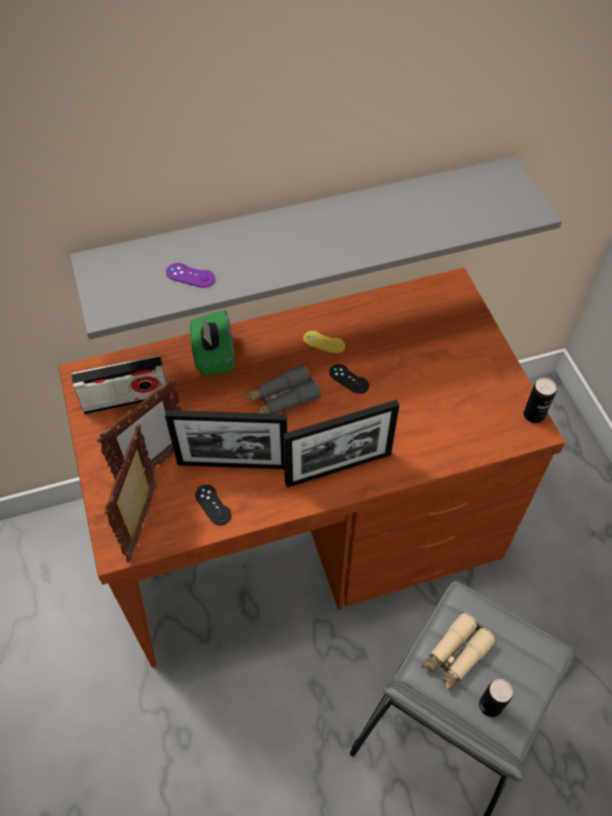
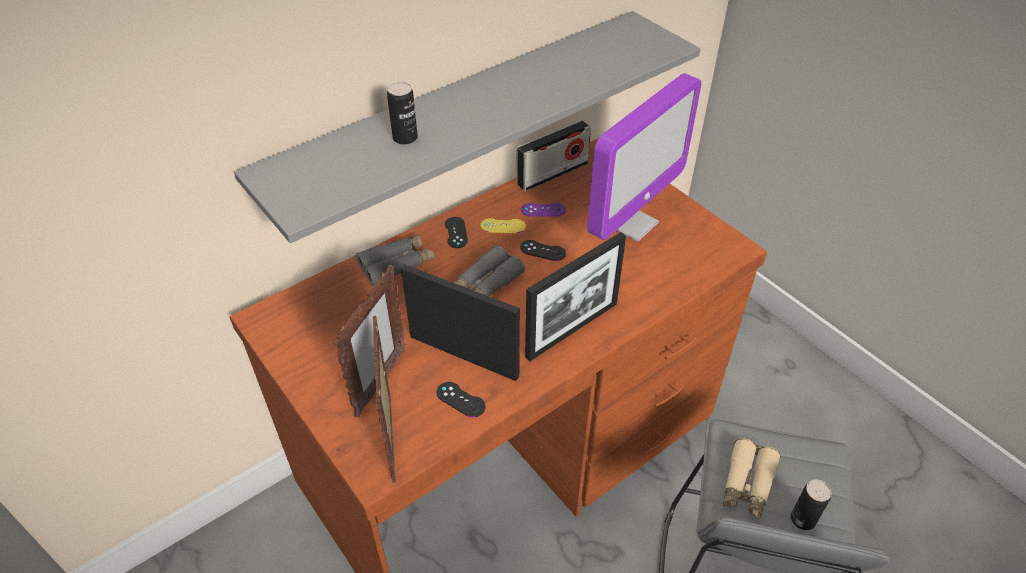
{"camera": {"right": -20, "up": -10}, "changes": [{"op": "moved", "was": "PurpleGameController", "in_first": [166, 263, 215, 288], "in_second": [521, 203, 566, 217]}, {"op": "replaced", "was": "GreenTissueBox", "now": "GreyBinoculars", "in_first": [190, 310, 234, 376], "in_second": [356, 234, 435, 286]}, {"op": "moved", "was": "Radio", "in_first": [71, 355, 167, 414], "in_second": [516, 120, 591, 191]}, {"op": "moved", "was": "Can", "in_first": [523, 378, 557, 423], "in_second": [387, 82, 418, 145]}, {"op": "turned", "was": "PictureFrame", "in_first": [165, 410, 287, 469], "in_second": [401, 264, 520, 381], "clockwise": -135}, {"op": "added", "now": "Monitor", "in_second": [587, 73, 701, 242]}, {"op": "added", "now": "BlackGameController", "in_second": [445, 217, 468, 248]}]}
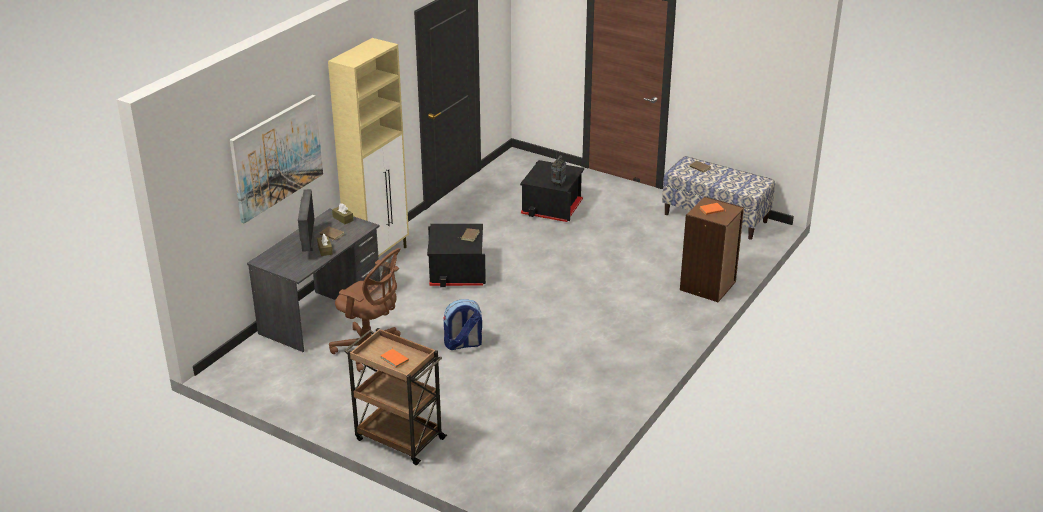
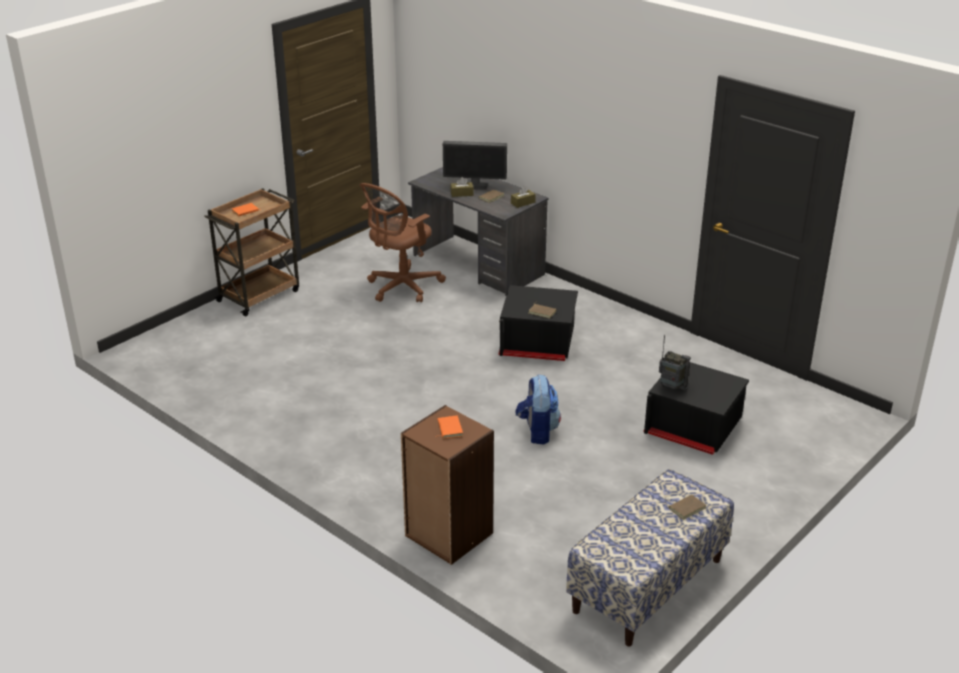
{"camera": {"right": 100, "up": 0}, "changes": [{"op": "removed", "was": "BeigeCabinet", "in_first": [328, 38, 409, 256]}, {"op": "removed", "was": "Picture", "in_first": [230, 95, 323, 224]}, {"op": "moved", "was": "Backpack", "in_first": [443, 299, 482, 350], "in_second": [515, 375, 561, 445]}]}
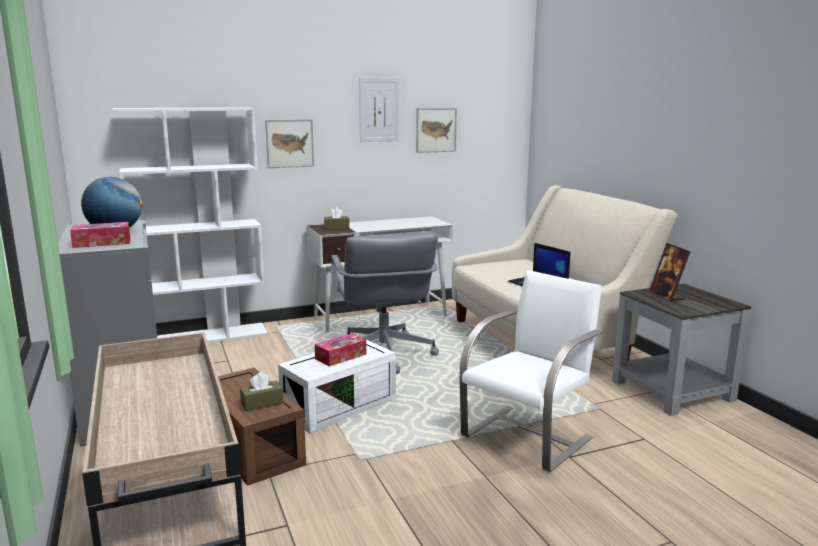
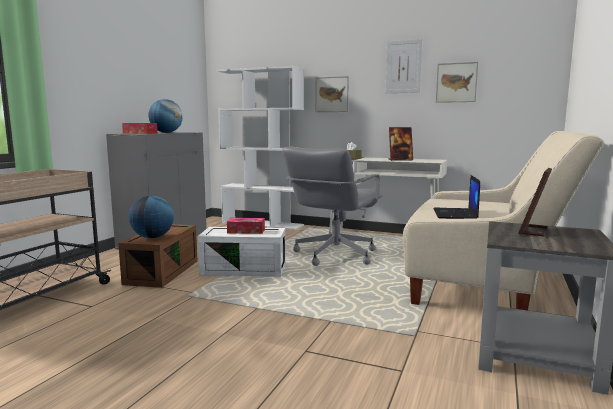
{"camera": {"right": 45, "up": -5}, "changes": [{"op": "removed", "was": "WhiteChair", "in_first": [460, 270, 603, 472]}, {"op": "replaced", "was": "BrownTissueBox", "now": "Globe", "in_first": [240, 372, 283, 411], "in_second": [129, 196, 174, 238]}, {"op": "added", "now": "PictureFrame", "in_second": [389, 127, 413, 161]}]}
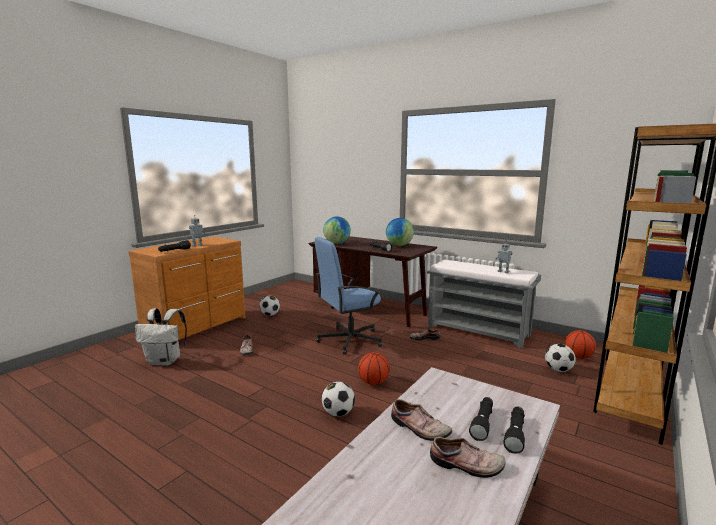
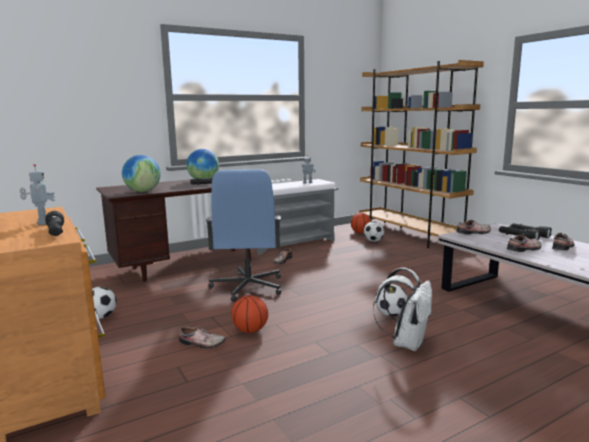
{"camera": {"right": -65, "up": 0}, "changes": [{"op": "moved", "was": "WhiteBackpack", "in_first": [135, 308, 187, 366], "in_second": [373, 267, 432, 351]}, {"op": "moved", "was": "Basketball", "in_first": [358, 352, 389, 385], "in_second": [231, 295, 268, 333]}, {"op": "added", "now": "Shoe", "in_second": [456, 220, 491, 235]}]}
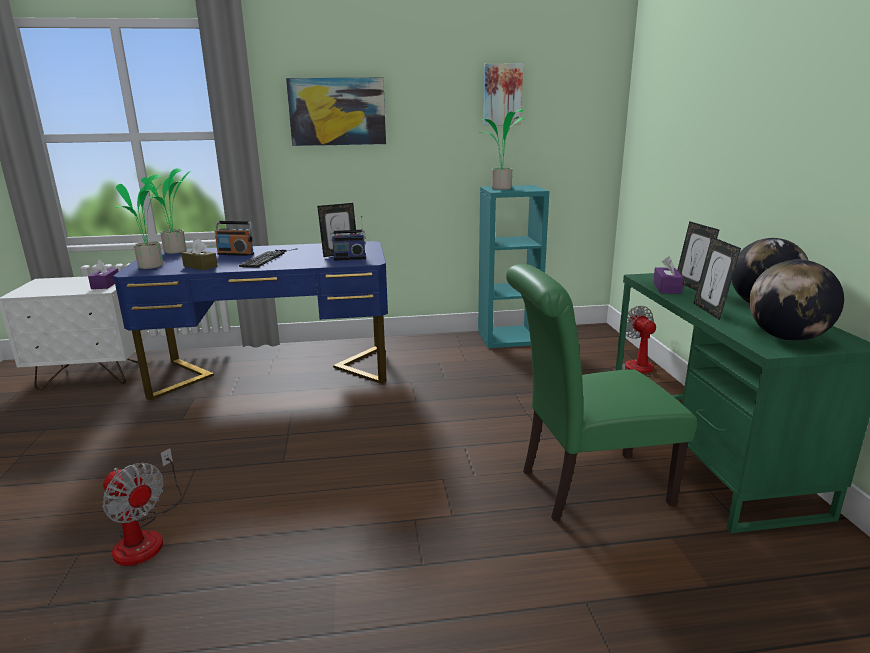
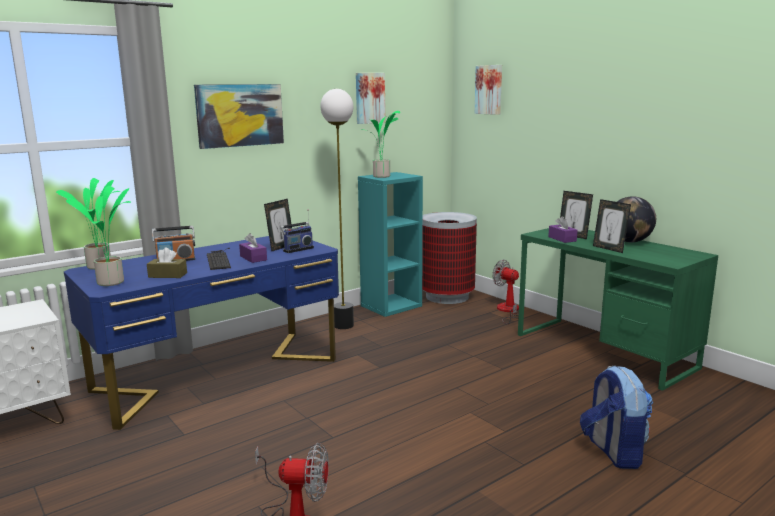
{"camera": {"right": -30, "up": -5}, "changes": [{"op": "moved", "was": "PurpleTissueBox", "in_first": [88, 260, 119, 289], "in_second": [239, 233, 267, 263]}, {"op": "removed", "was": "Globe", "in_first": [749, 260, 844, 341]}, {"op": "removed", "was": "GreenChair", "in_first": [506, 264, 697, 521]}, {"op": "added", "now": "Picture", "in_second": [475, 65, 502, 115]}, {"op": "added", "now": "FloorLamp", "in_second": [320, 89, 354, 329]}, {"op": "added", "now": "TrashCan", "in_second": [422, 212, 477, 304]}, {"op": "added", "now": "Backpack", "in_second": [580, 365, 653, 469]}]}
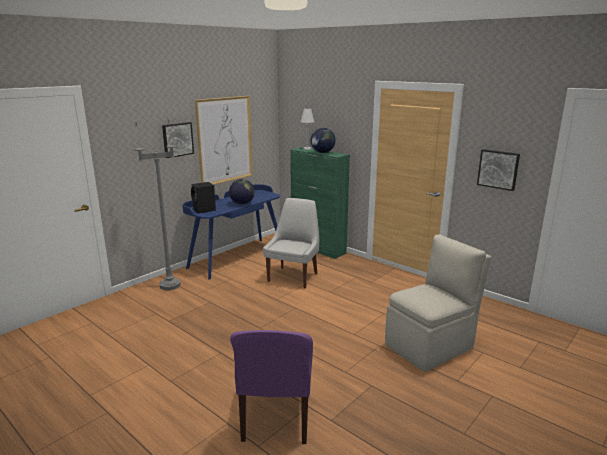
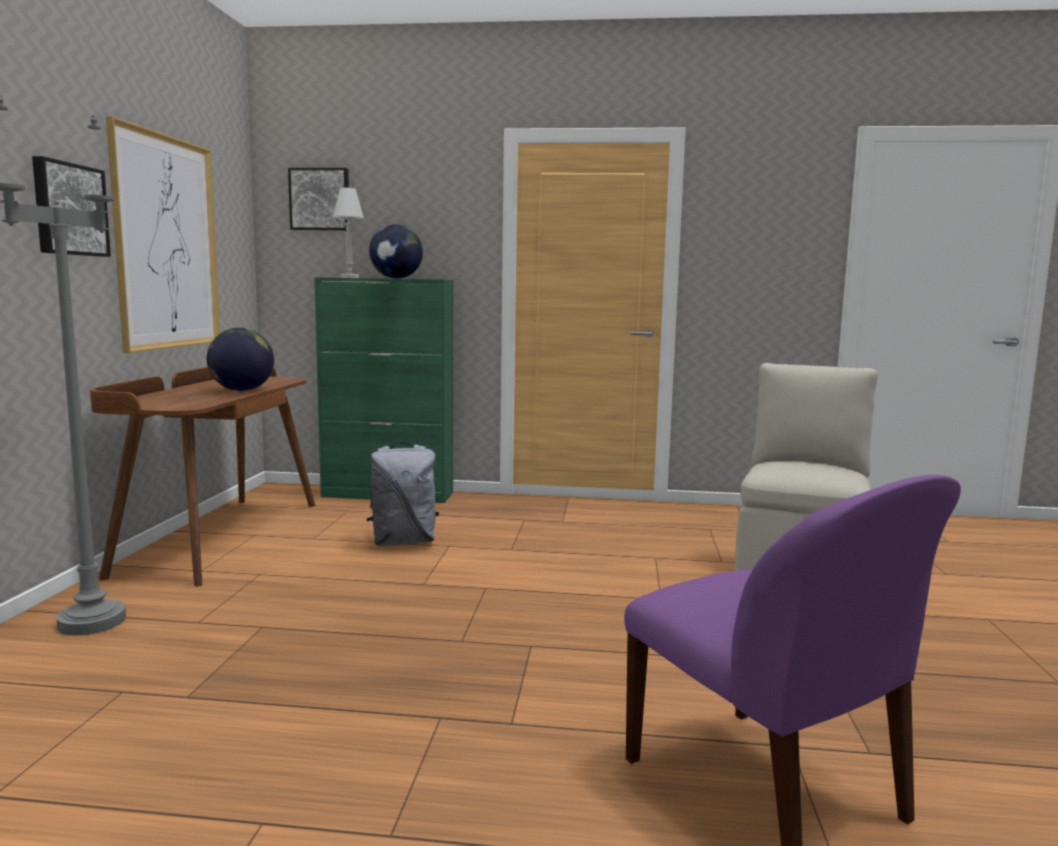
{"camera": {"right": -35, "up": -10}, "changes": [{"op": "moved", "was": "Picture", "in_first": [477, 149, 520, 191], "in_second": [288, 168, 349, 230]}, {"op": "removed", "was": "BlackSpeaker", "in_first": [191, 182, 216, 213]}, {"op": "recoloured", "was": "BlueDesk", "now": "BrownDesk", "in_first": [182, 184, 280, 279], "in_second": [90, 367, 316, 587]}, {"op": "replaced", "was": "WhiteChair", "now": "GreyBackpack", "in_first": [263, 198, 319, 288], "in_second": [367, 442, 439, 546]}]}
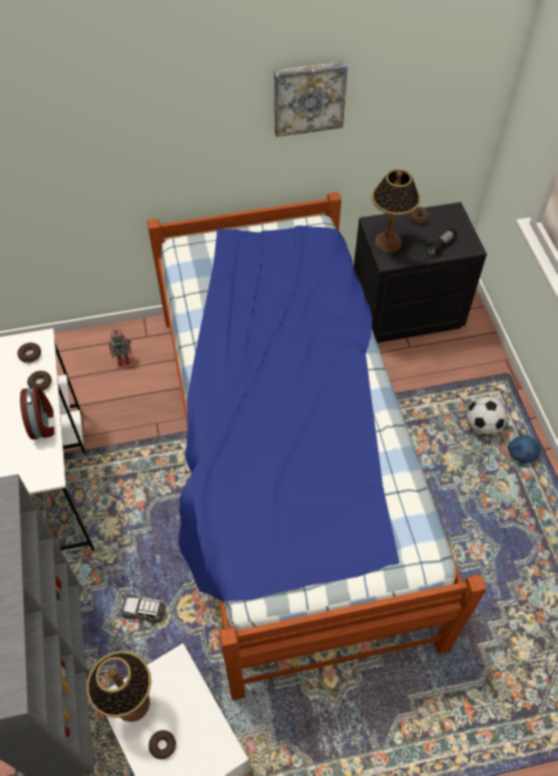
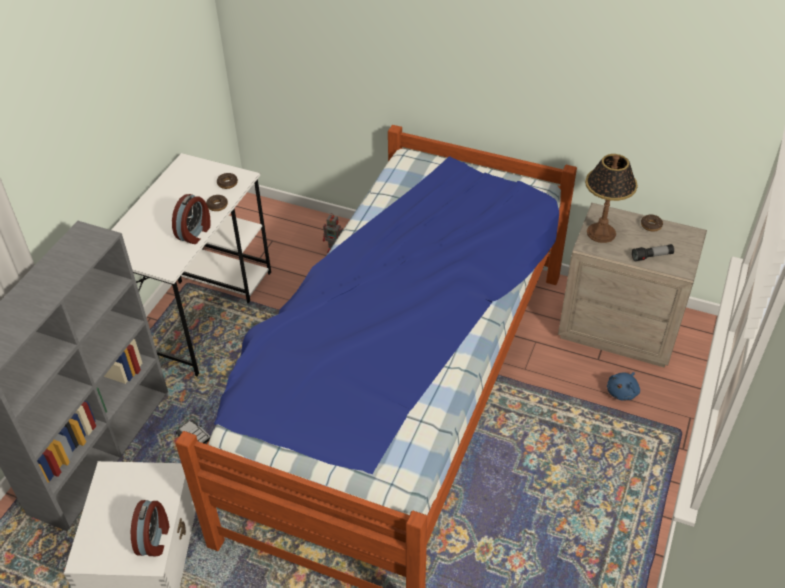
{"camera": {"right": 35, "up": -10}, "changes": [{"op": "removed", "was": "Picture", "in_first": [274, 61, 348, 137]}, {"op": "recoloured", "was": "BlackNightstand", "now": "BeigeNightstand", "in_first": [354, 202, 487, 343], "in_second": [558, 203, 707, 368]}, {"op": "removed", "was": "Football", "in_first": [467, 396, 508, 436]}, {"op": "moved", "was": "BluePlushToy", "in_first": [508, 429, 541, 463], "in_second": [607, 372, 640, 401]}, {"op": "removed", "was": "TableLamp", "in_first": [87, 651, 151, 722]}, {"op": "removed", "was": "Donut", "in_first": [149, 730, 176, 759]}, {"op": "added", "now": "AlarmClock", "in_second": [131, 500, 170, 556]}]}
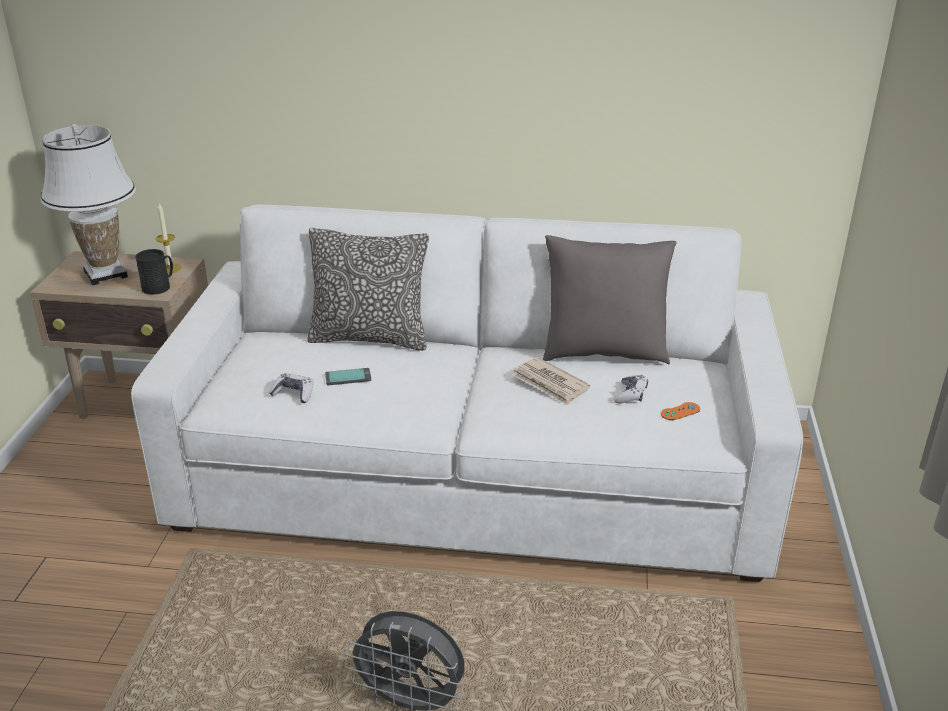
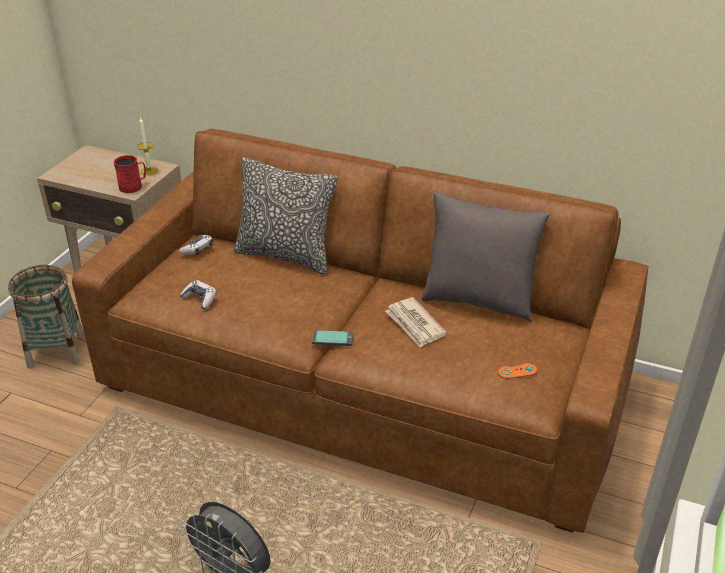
{"camera": {"right": 15, "up": 5}, "changes": [{"op": "removed", "was": "WhiteTableLamp", "in_first": [40, 124, 136, 285]}, {"op": "recoloured", "was": "WhiteSofa", "now": "BrownSofa", "in_first": [131, 205, 803, 582], "in_second": [72, 129, 649, 533]}, {"op": "recoloured", "was": "BlackMug", "now": "RedMug", "in_first": [135, 249, 173, 294], "in_second": [114, 155, 146, 193]}, {"op": "moved", "was": "Phone", "in_first": [325, 368, 371, 385], "in_second": [312, 330, 354, 346]}, {"op": "moved", "was": "GameController", "in_first": [613, 375, 648, 403], "in_second": [179, 235, 213, 255]}, {"op": "added", "now": "Basket", "in_second": [8, 265, 84, 369]}]}
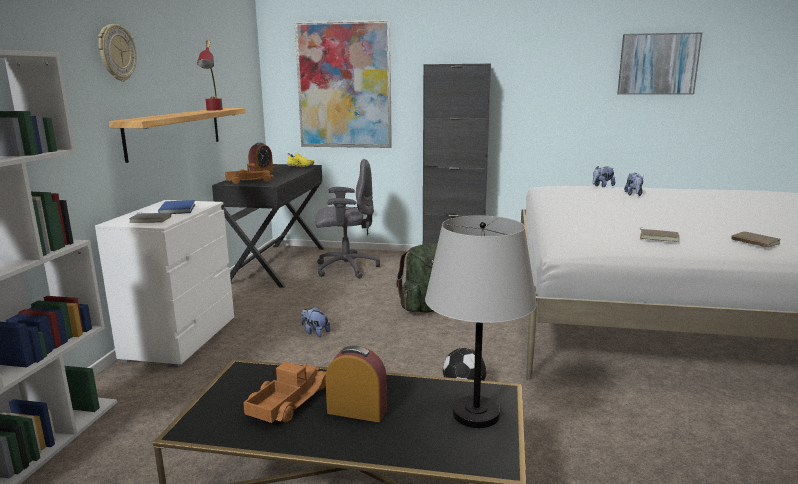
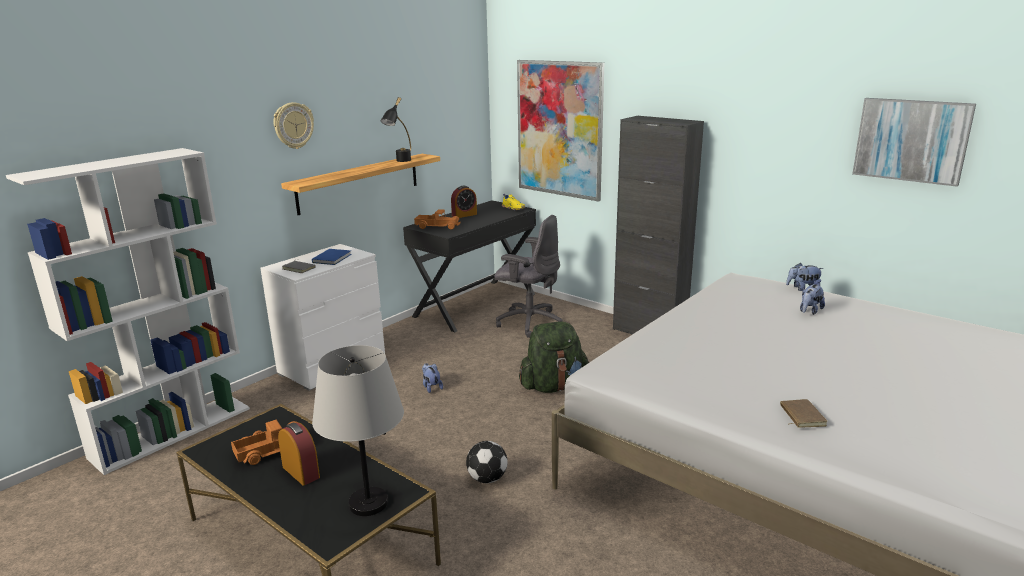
{"camera": {"right": 30, "up": 5}, "changes": [{"op": "recoloured", "was": "RedTableLamp", "now": "BlackTableLamp", "in_first": [197, 40, 223, 110], "in_second": [380, 97, 411, 162]}, {"op": "removed", "was": "BrownBook", "in_first": [640, 229, 680, 242]}]}
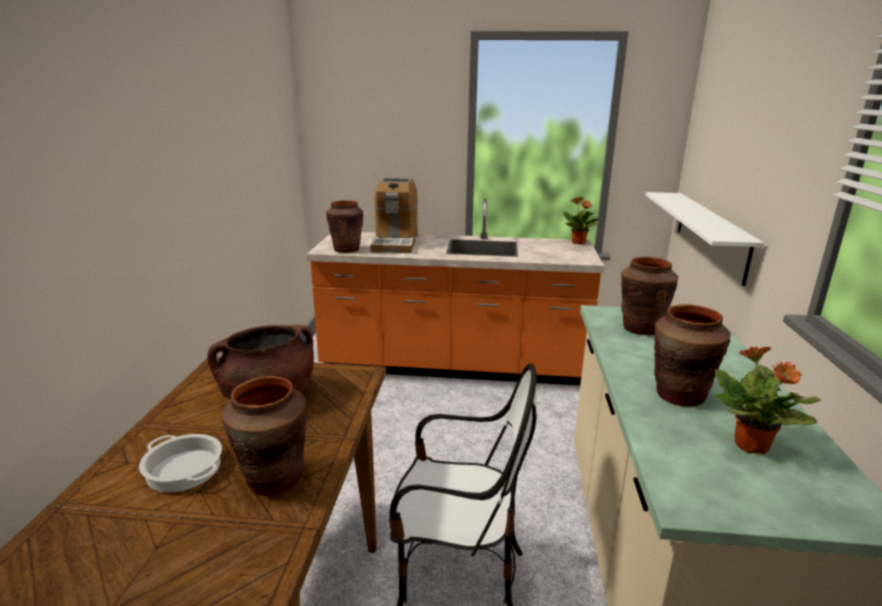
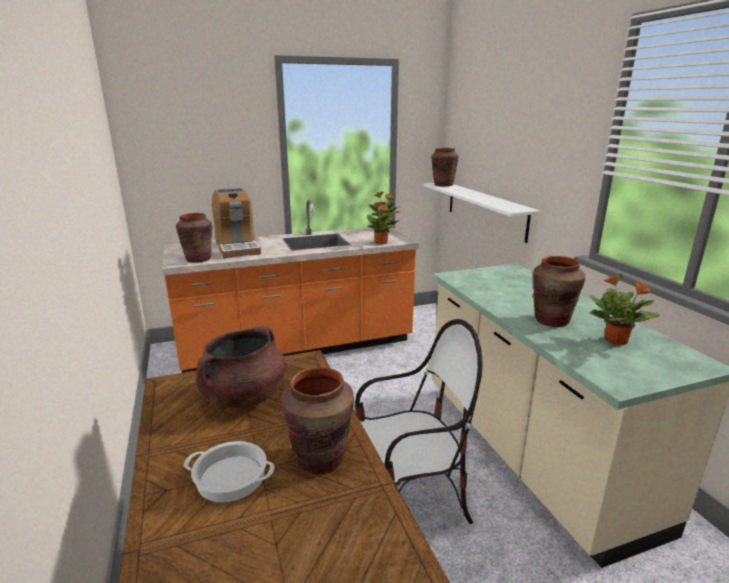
{"camera": {"right": -25, "up": 0}, "changes": [{"op": "moved", "was": "BrownVase", "in_first": [621, 257, 678, 335], "in_second": [431, 148, 459, 186]}, {"op": "added", "now": "PottedPlant", "in_second": [367, 202, 399, 244]}]}
